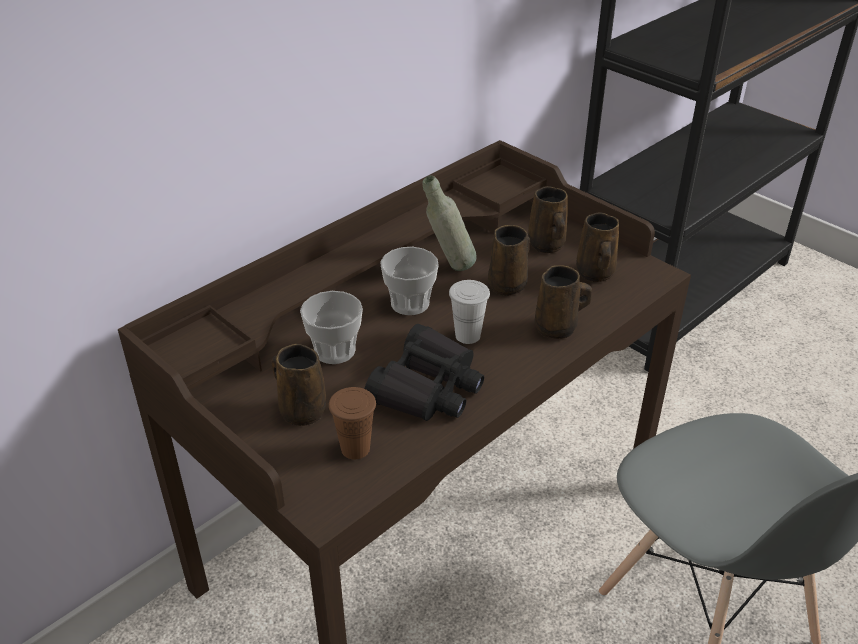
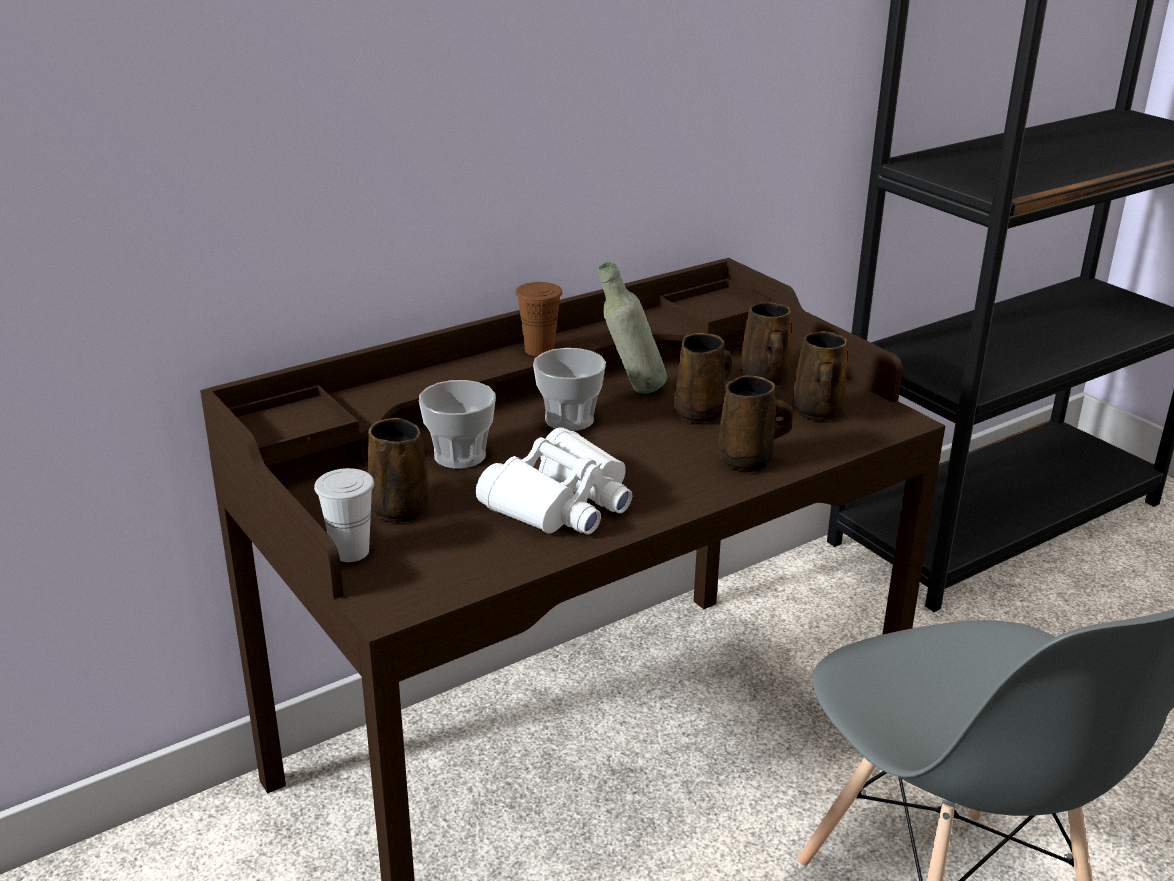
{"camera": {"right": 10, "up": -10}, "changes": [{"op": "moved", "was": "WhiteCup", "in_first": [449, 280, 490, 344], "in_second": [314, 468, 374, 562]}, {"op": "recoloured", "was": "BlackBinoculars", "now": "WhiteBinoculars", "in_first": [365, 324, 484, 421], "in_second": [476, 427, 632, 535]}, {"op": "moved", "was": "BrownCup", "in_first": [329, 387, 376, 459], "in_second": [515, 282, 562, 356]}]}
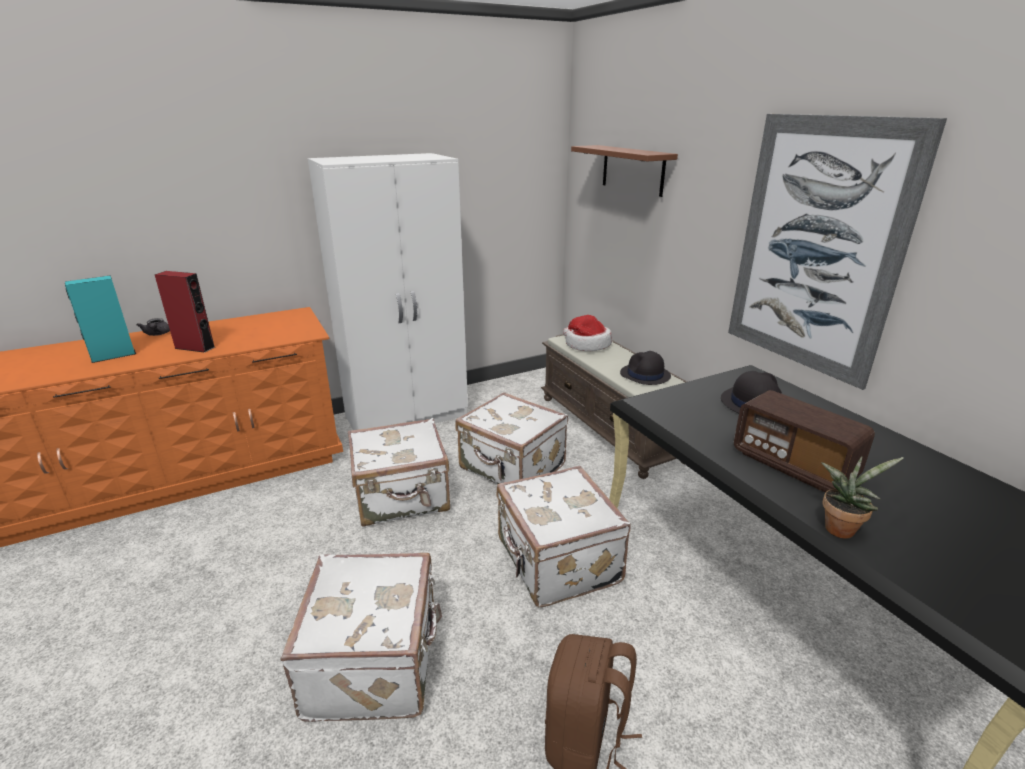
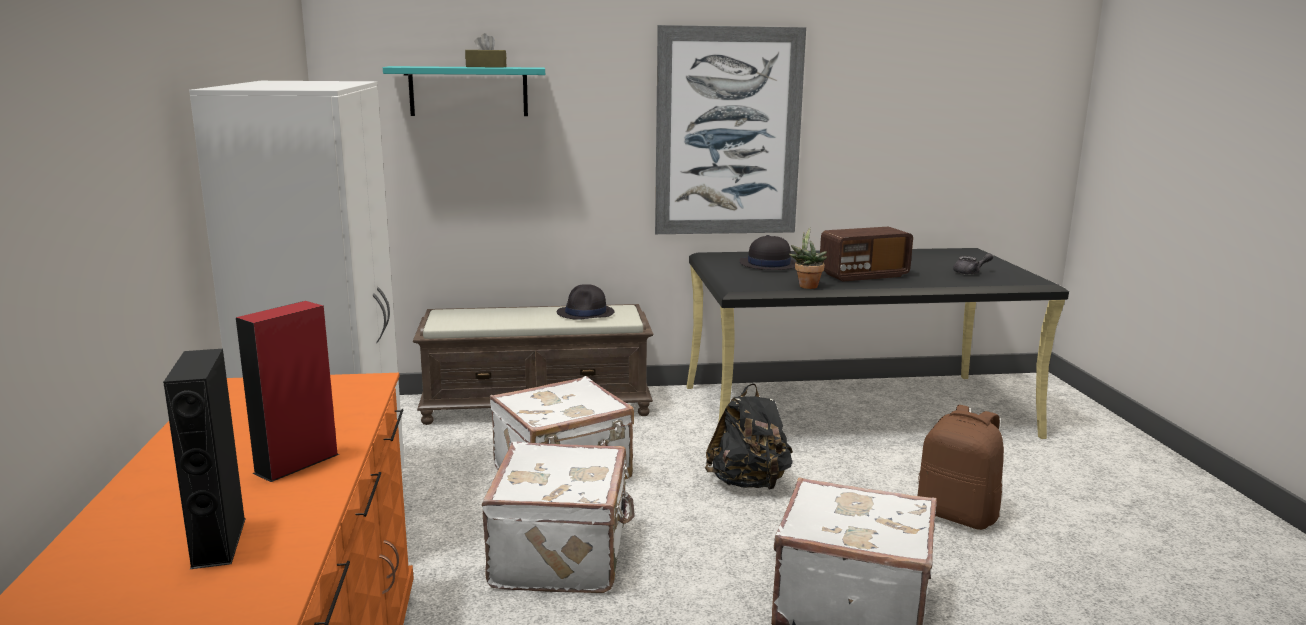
{"camera": {"right": -70, "up": -10}, "changes": [{"op": "recoloured", "was": "BrownShelf", "now": "TurquoiseShelf", "in_first": [571, 145, 678, 197], "in_second": [383, 66, 545, 116]}, {"op": "recoloured", "was": "TurquoiseSpeaker", "now": "BlackSpeaker", "in_first": [65, 275, 136, 363], "in_second": [163, 349, 246, 569]}, {"op": "removed", "was": "Hat", "in_first": [563, 315, 612, 351]}, {"op": "moved", "was": "GreyTeapot", "in_first": [137, 318, 170, 336], "in_second": [953, 253, 993, 275]}, {"op": "moved", "was": "PottedPlant", "in_first": [821, 457, 904, 539], "in_second": [789, 228, 827, 289]}, {"op": "replaced", "was": "WhiteSuitcase", "now": "BlackBackpack", "in_first": [497, 466, 631, 607], "in_second": [705, 383, 793, 490]}, {"op": "added", "now": "BrownTissueBox", "in_second": [465, 33, 507, 68]}]}
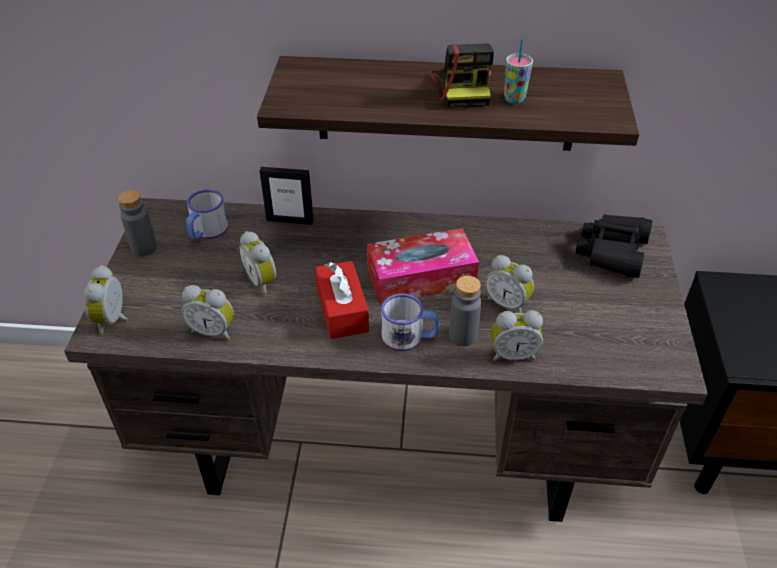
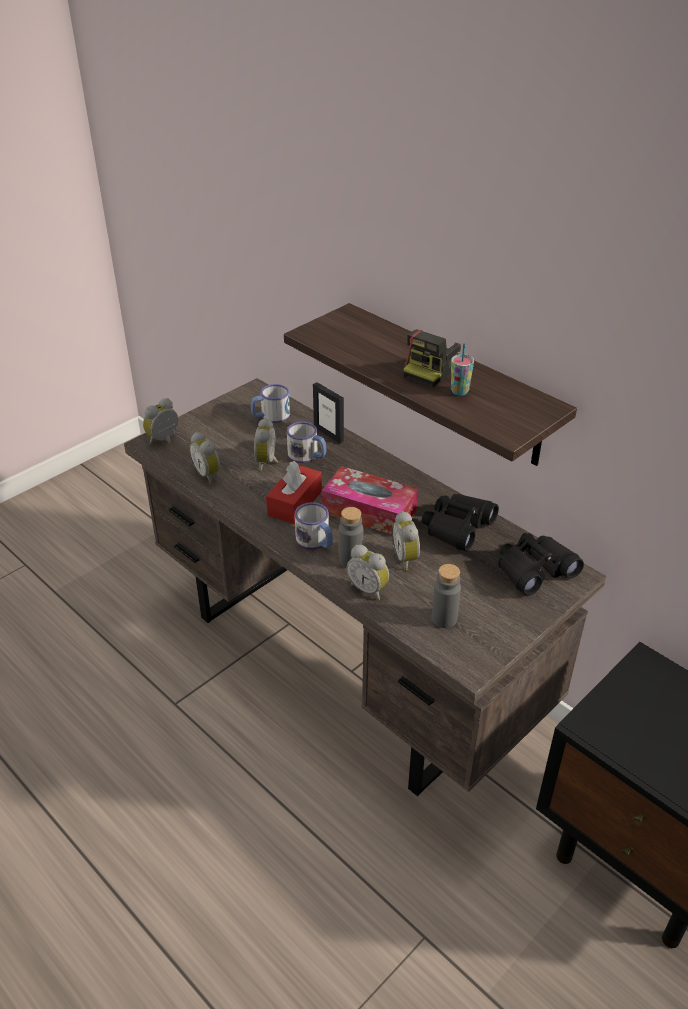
{"camera": {"right": 40, "up": -5}, "changes": [{"op": "moved", "was": "GreyBottle", "in_first": [118, 190, 157, 256], "in_second": [432, 564, 461, 628]}, {"op": "added", "now": "Mug", "in_second": [287, 422, 326, 463]}, {"op": "added", "now": "BlackBinoculars", "in_second": [422, 494, 499, 551]}]}
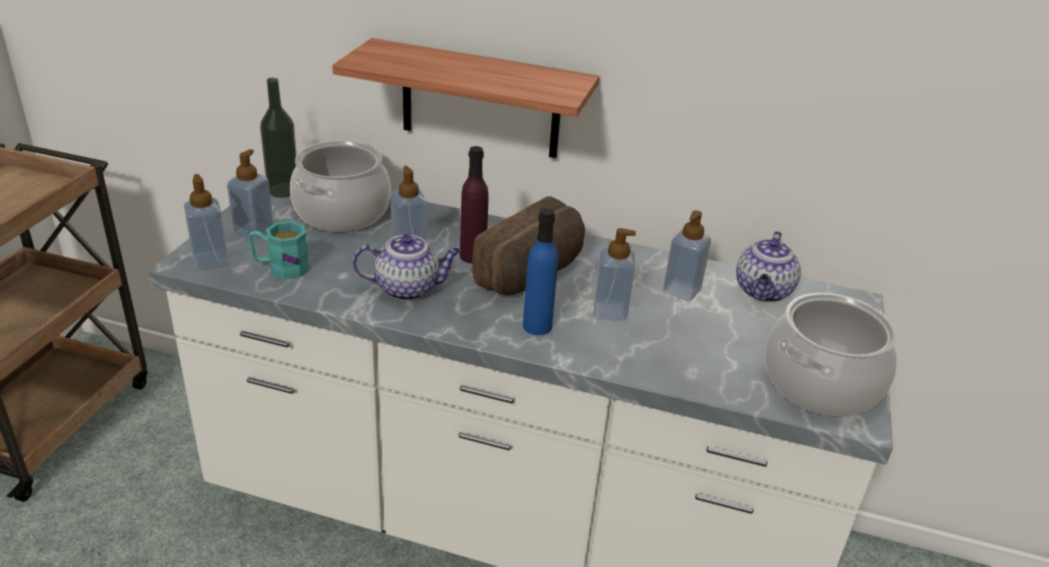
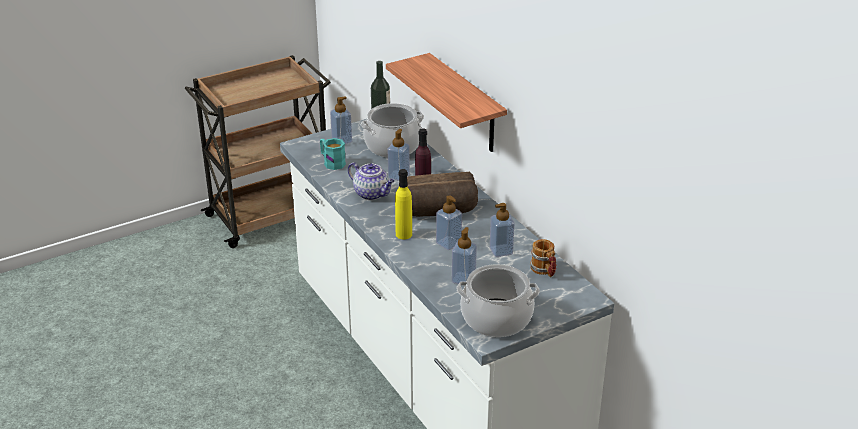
{"camera": {"right": 45, "up": 0}, "changes": [{"op": "moved", "was": "SoapDispenser", "in_first": [184, 174, 229, 269], "in_second": [452, 227, 477, 284]}, {"op": "recoloured", "was": "BlueBottle", "now": "YellowBottle", "in_first": [523, 208, 558, 335], "in_second": [395, 169, 412, 239]}, {"op": "replaced", "was": "Teapot", "now": "Mug", "in_first": [736, 231, 801, 302], "in_second": [530, 239, 556, 277]}]}
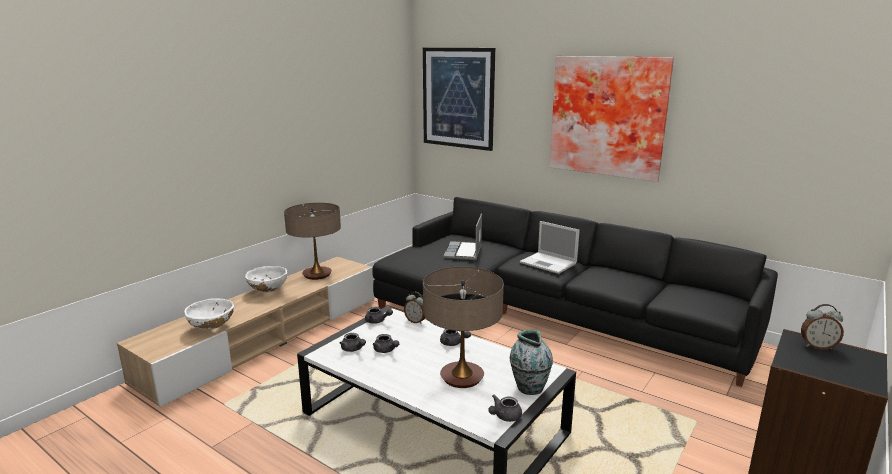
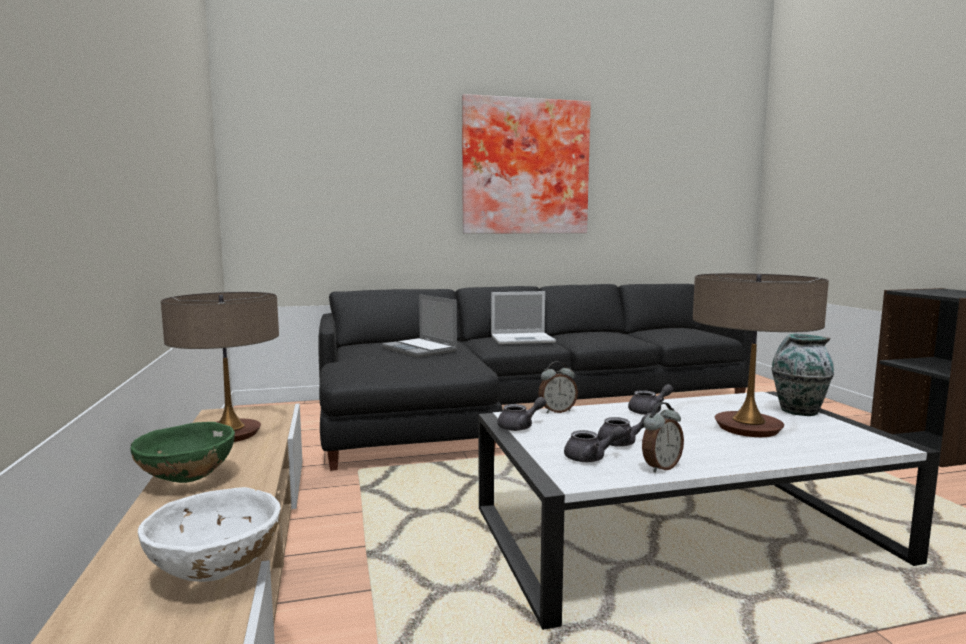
{"camera": {"right": -50, "up": -10}, "changes": [{"op": "removed", "was": "Picture", "in_first": [423, 48, 495, 151]}, {"op": "recoloured", "was": "WhiteBowl", "now": "GreenBowl", "in_first": [245, 266, 287, 292], "in_second": [130, 422, 235, 483]}, {"op": "moved", "was": "AlarmClock", "in_first": [801, 304, 844, 350], "in_second": [642, 402, 684, 473]}, {"op": "removed", "was": "GreyTeapot", "in_first": [488, 395, 522, 422]}]}
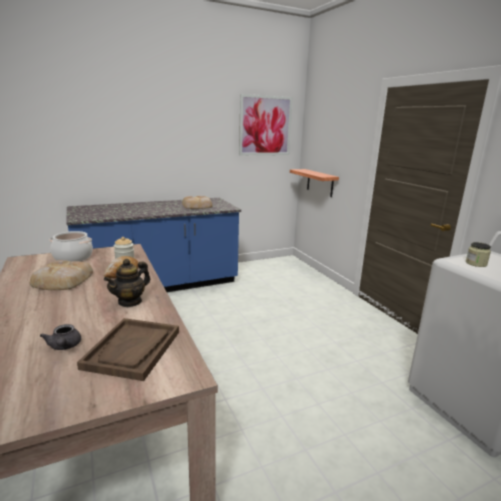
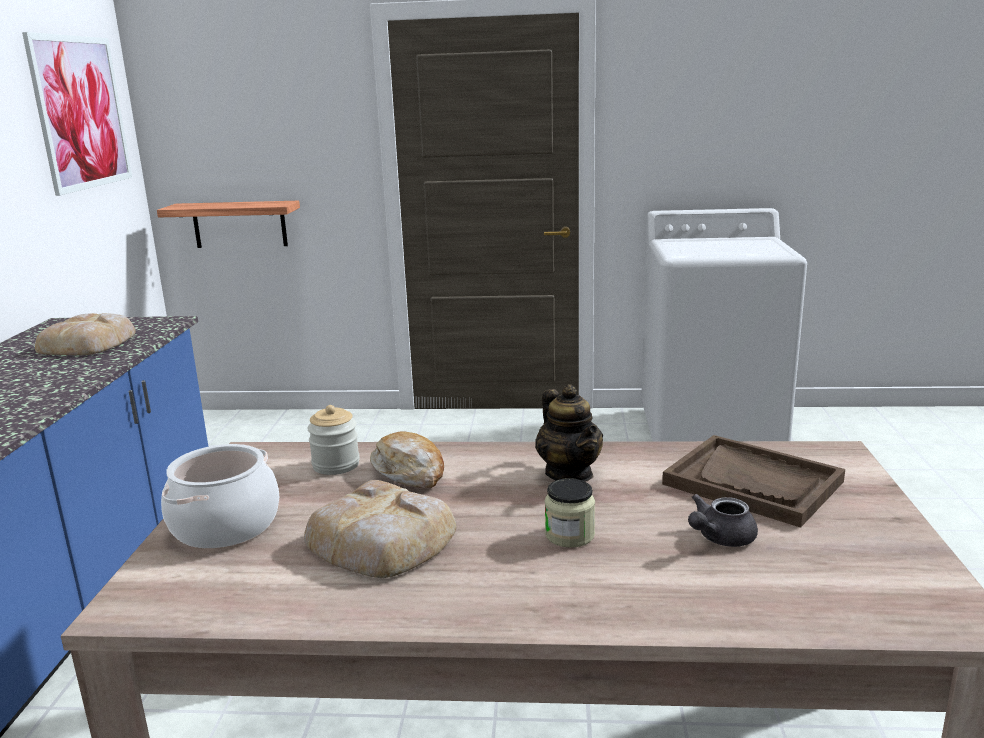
{"camera": {"right": -60, "up": 0}, "changes": [{"op": "moved", "was": "Jar", "in_first": [466, 242, 491, 267], "in_second": [545, 478, 595, 548]}, {"op": "turned", "was": "GreyTeapot", "in_first": [40, 324, 81, 350], "in_second": [688, 494, 758, 547], "clockwise": 135}]}
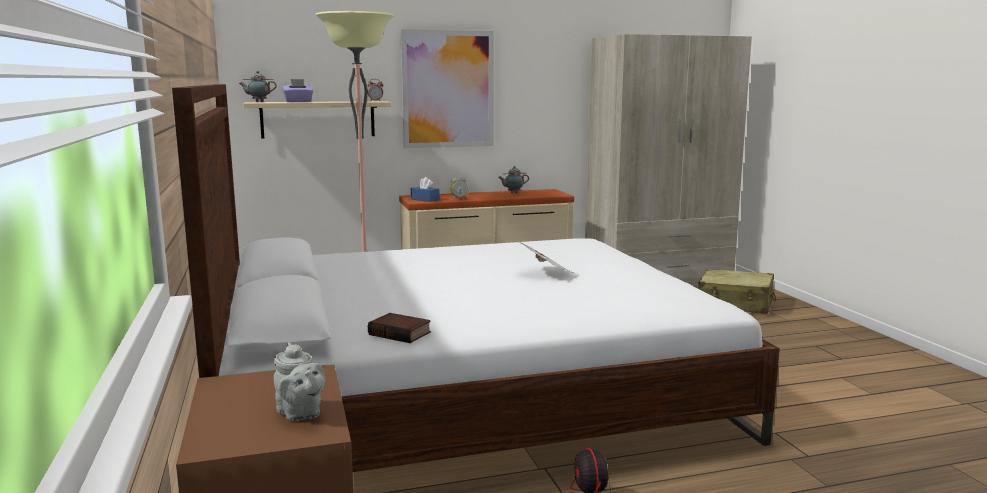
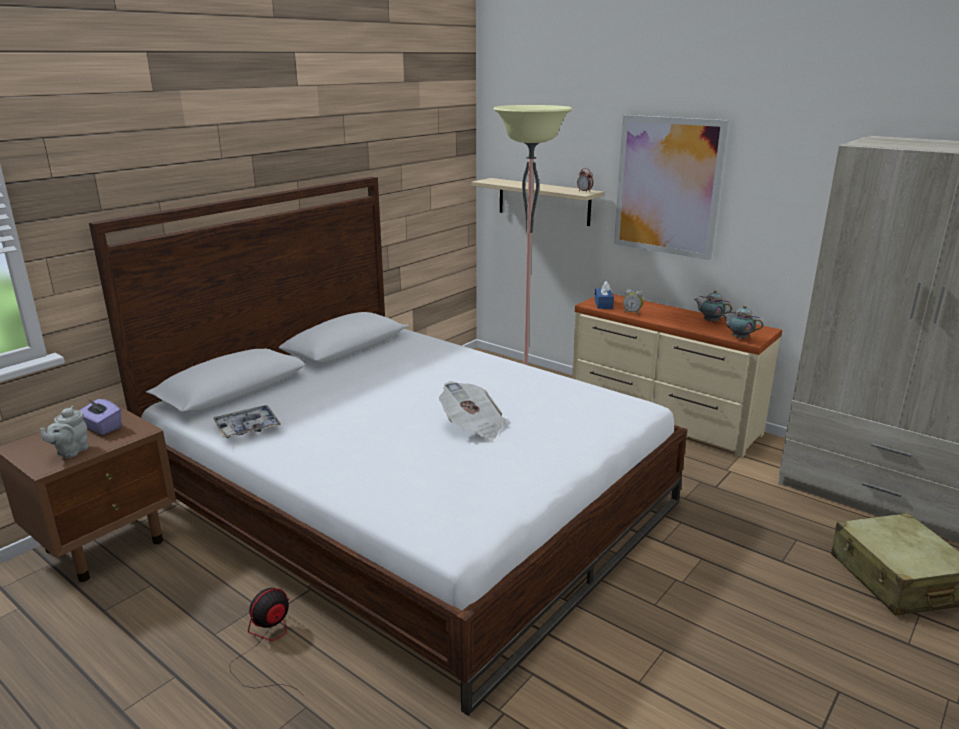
{"camera": {"right": 55, "up": 10}, "changes": [{"op": "moved", "was": "Teapot", "in_first": [239, 71, 277, 102], "in_second": [722, 305, 763, 340]}, {"op": "moved", "was": "PurpleTissueBox", "in_first": [282, 79, 313, 102], "in_second": [79, 399, 121, 435]}, {"op": "replaced", "was": "Book", "now": "Tray", "in_first": [368, 313, 431, 343], "in_second": [213, 405, 281, 438]}]}
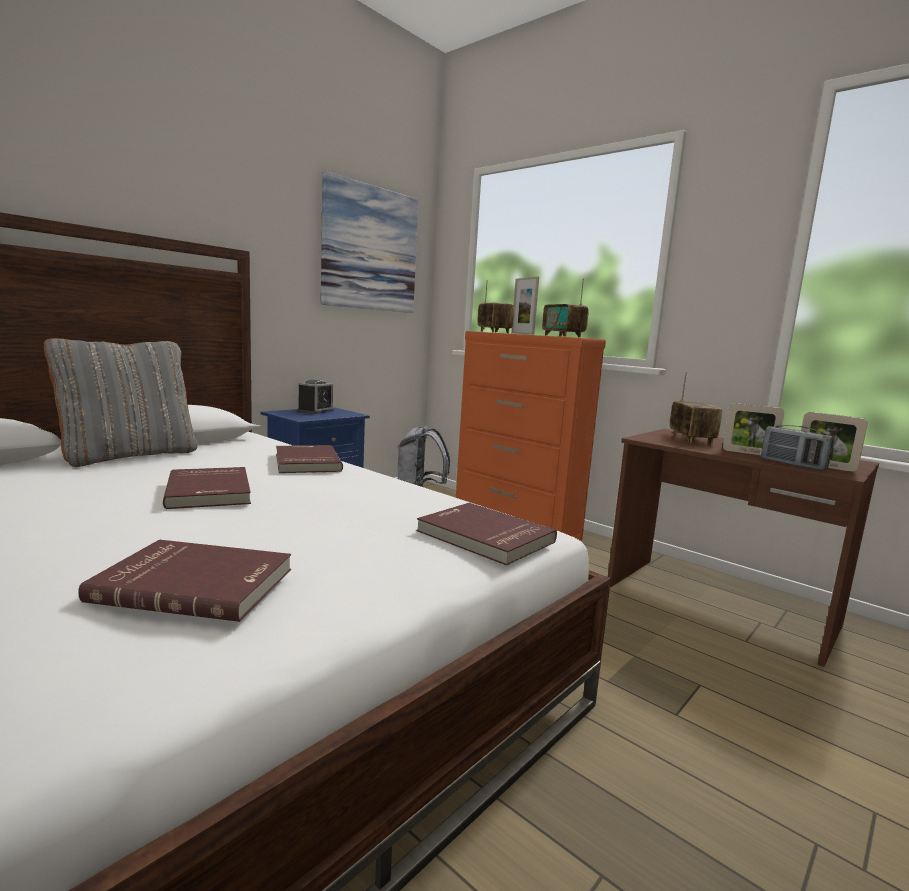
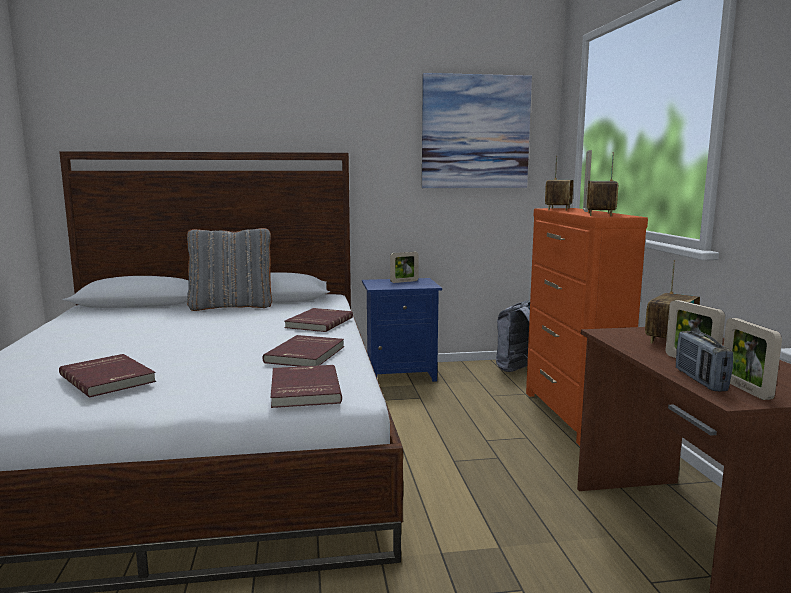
{"camera": {"right": 40, "up": 0}, "changes": [{"op": "replaced", "was": "AlarmClock", "now": "PictureFrame", "in_first": [297, 380, 334, 414], "in_second": [390, 252, 419, 283]}, {"op": "moved", "was": "RedBook", "in_first": [163, 467, 251, 509], "in_second": [262, 335, 344, 367]}]}
